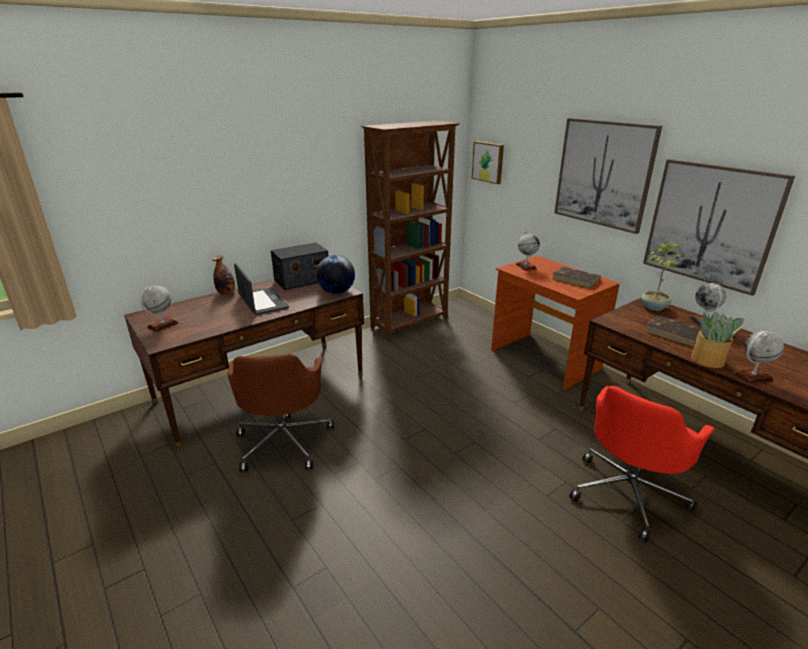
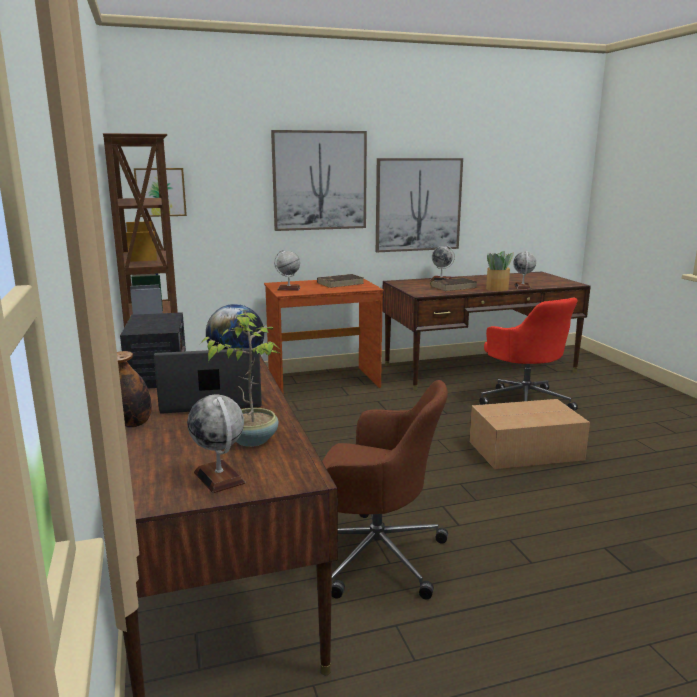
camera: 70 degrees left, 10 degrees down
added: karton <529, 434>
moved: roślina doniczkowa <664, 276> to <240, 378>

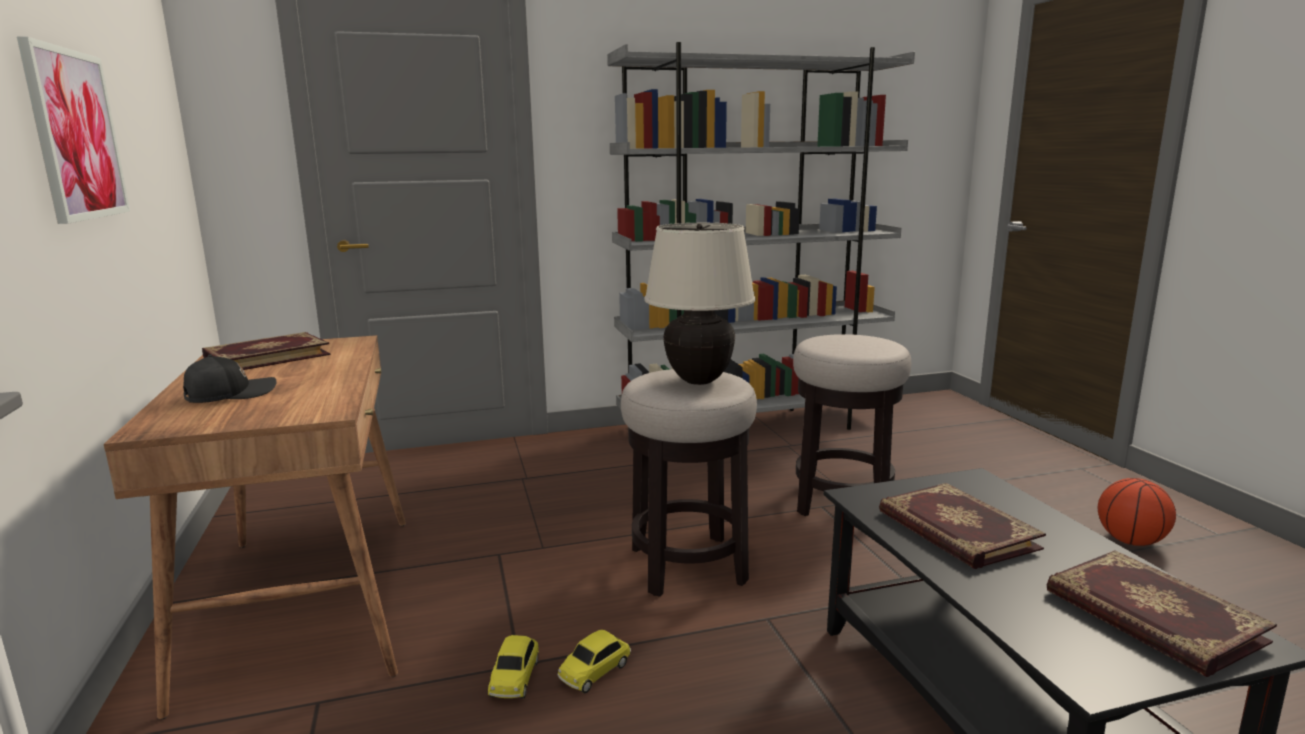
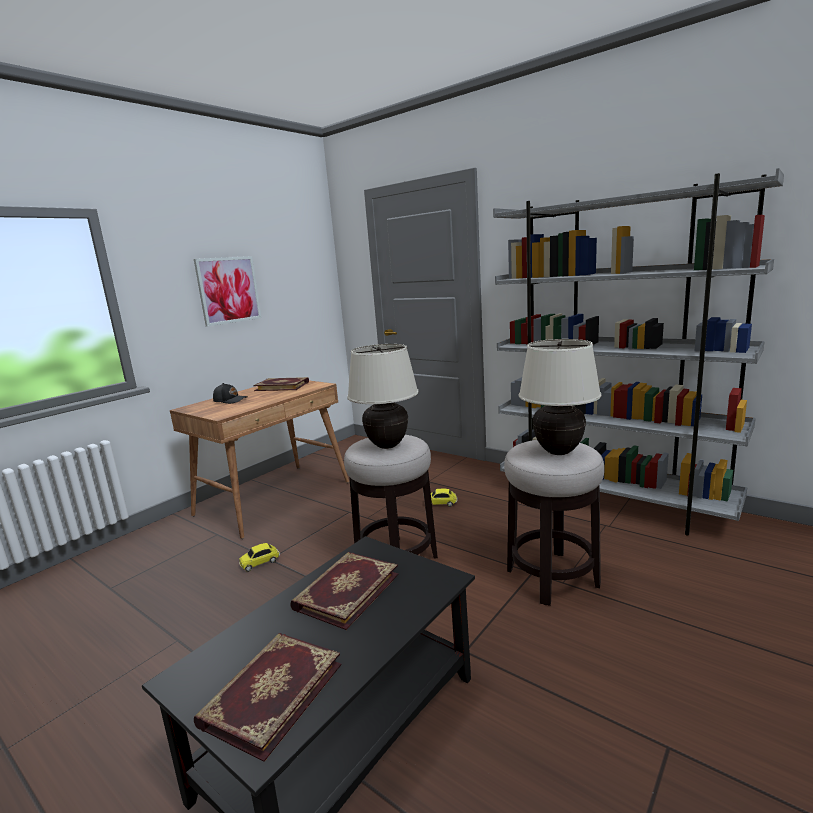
camera: 55 degrees right, 0 degrees up
removed: piłka do koszykówki <1137, 512>
added: lampa stołowa (beżowy) <560, 397>
moved: samochodzik <594, 661> to <441, 497>

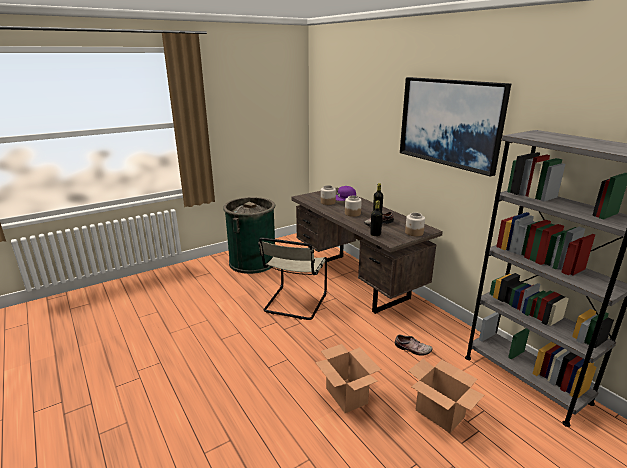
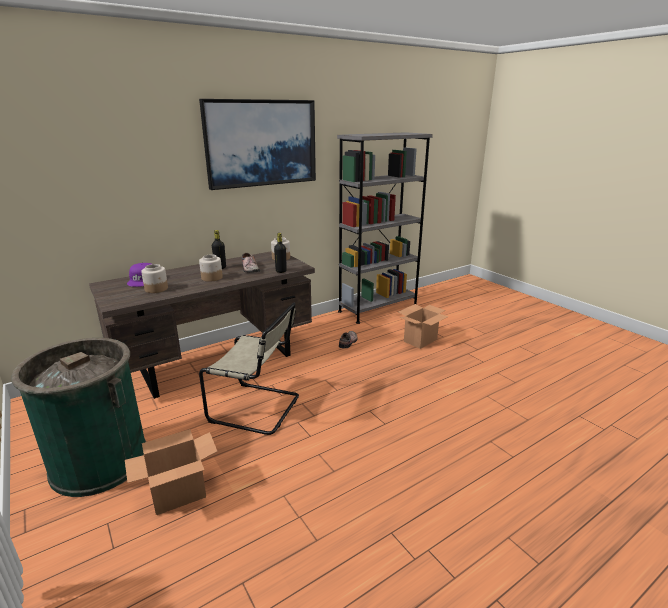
camera: 90 degrees left, 0 degrees up
moved: karton <348, 378> to <171, 472>

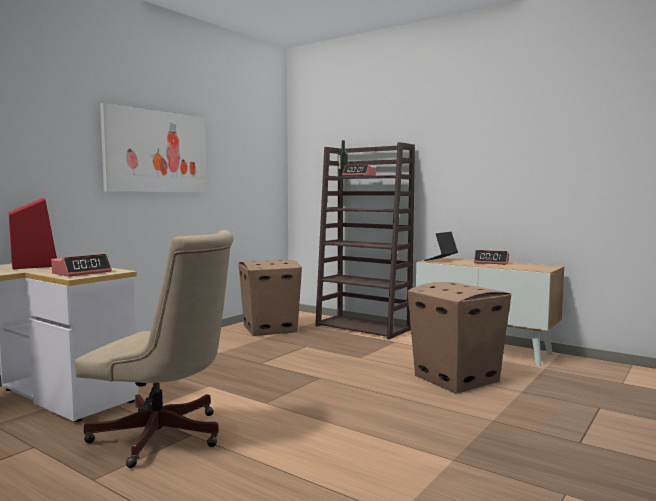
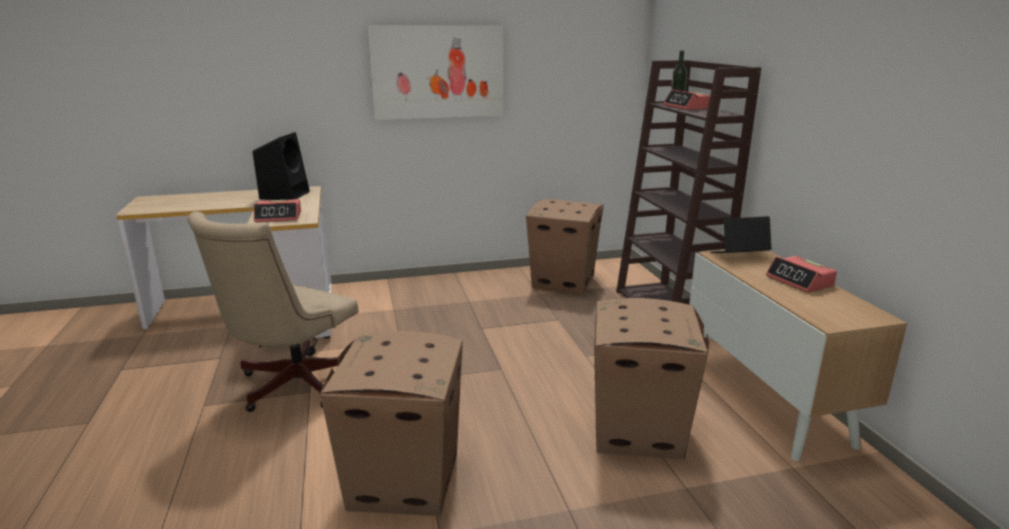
camera: 40 degrees right, 15 degrees up
added: karton <391, 423>
recoloured: głośnik (czerwony) <33, 233> to głośnik (czarny) <281, 166>
turned: krzesło biurowe (beżowy) <154, 349> = <272, 312> 60 degrees clockwise

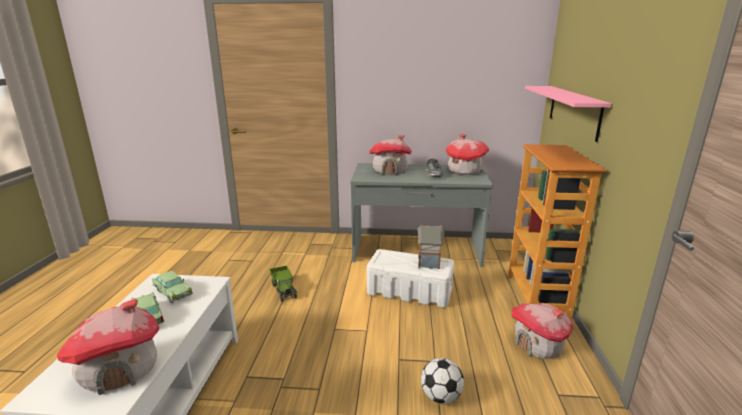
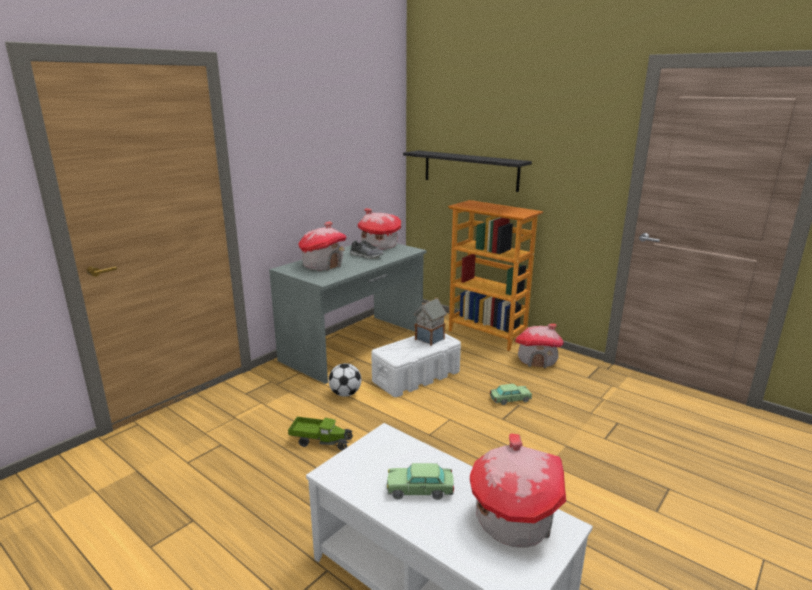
camera: 55 degrees left, 0 degrees up
moved: samochodzik <172, 287> to <511, 394>; piłka futbolowa <442, 381> to <345, 380>
recoloured: półka (różowy) <568, 114> to półka (czarny) <467, 171>

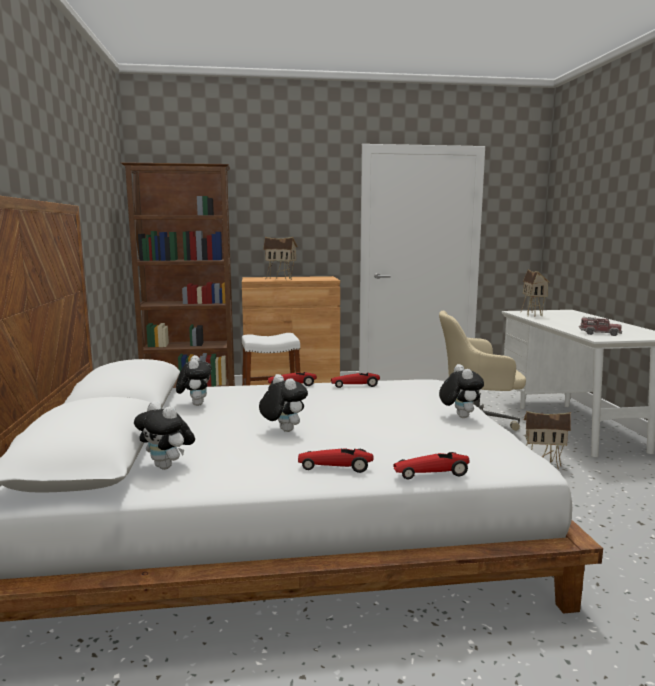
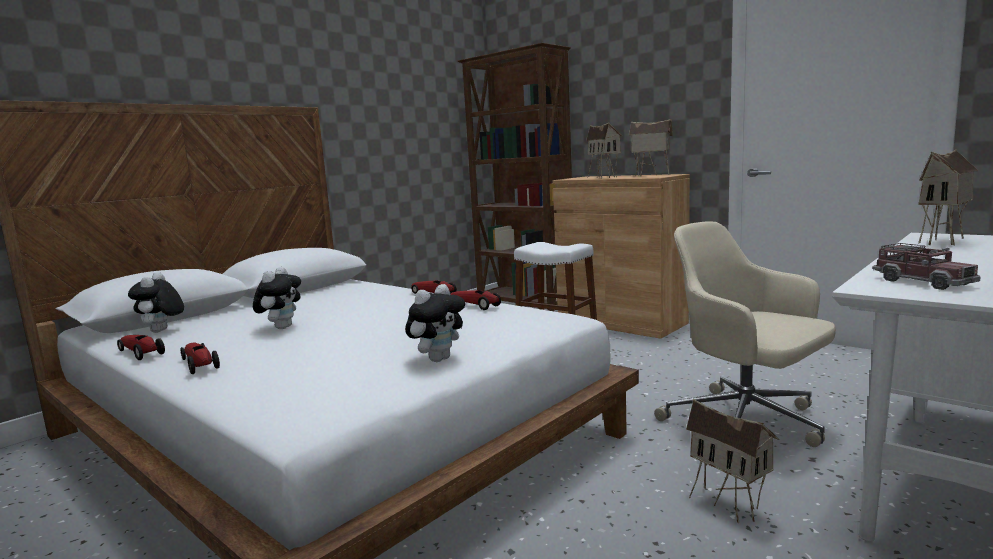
camera: 50 degrees right, 0 degrees up
removed: pluszak <194, 380>
added: domek <651, 147>
moved: samochodzik <431, 465> to <141, 347>

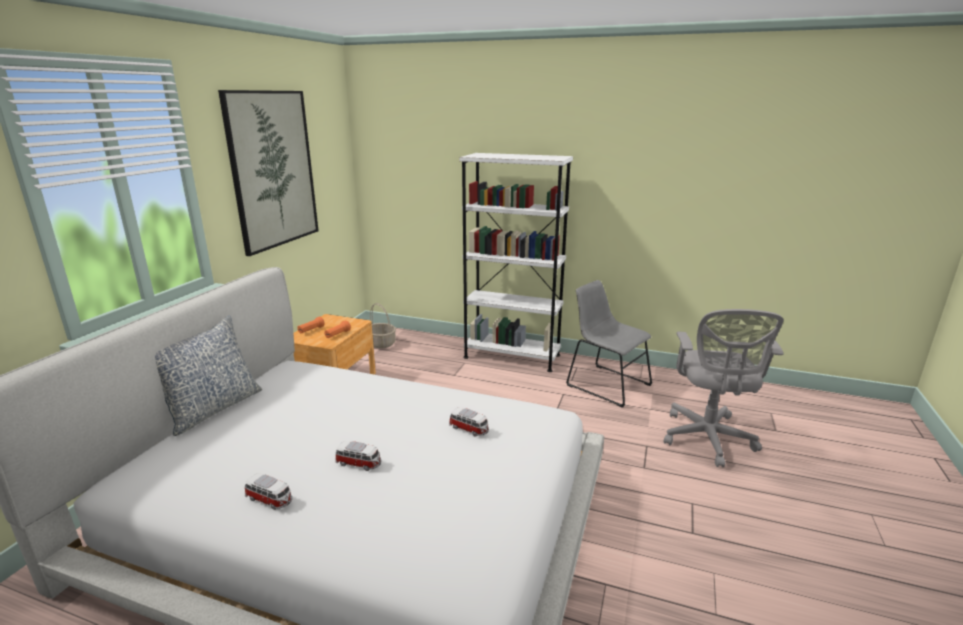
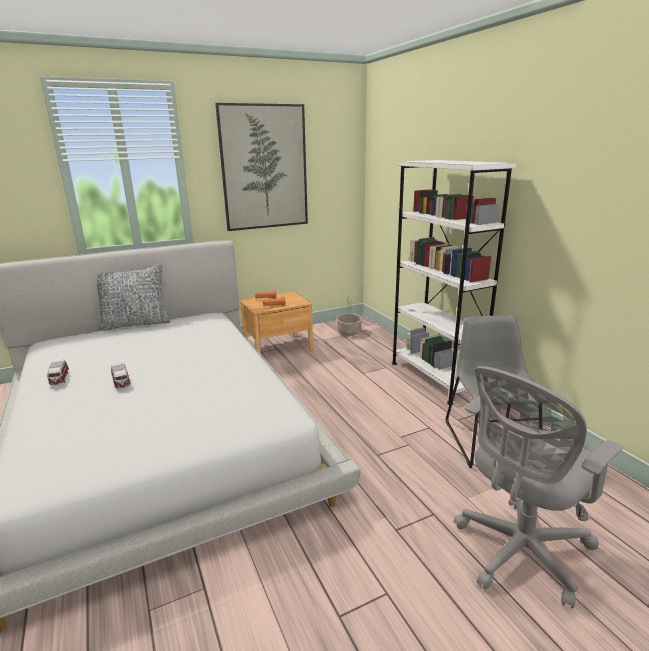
camera: 45 degrees right, 0 degrees up
removed: samochodzik <469, 422>

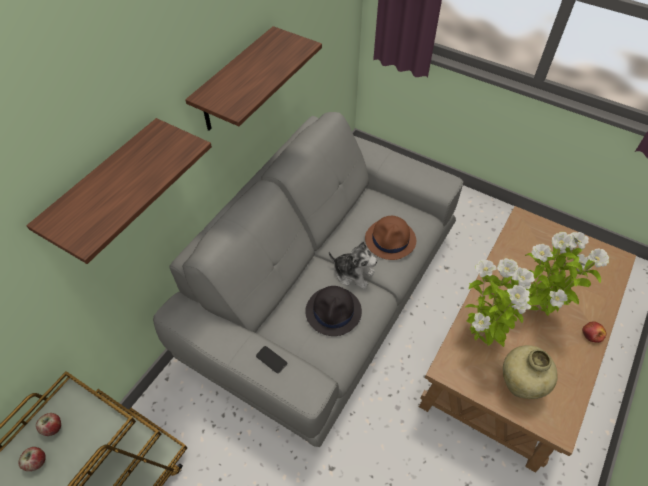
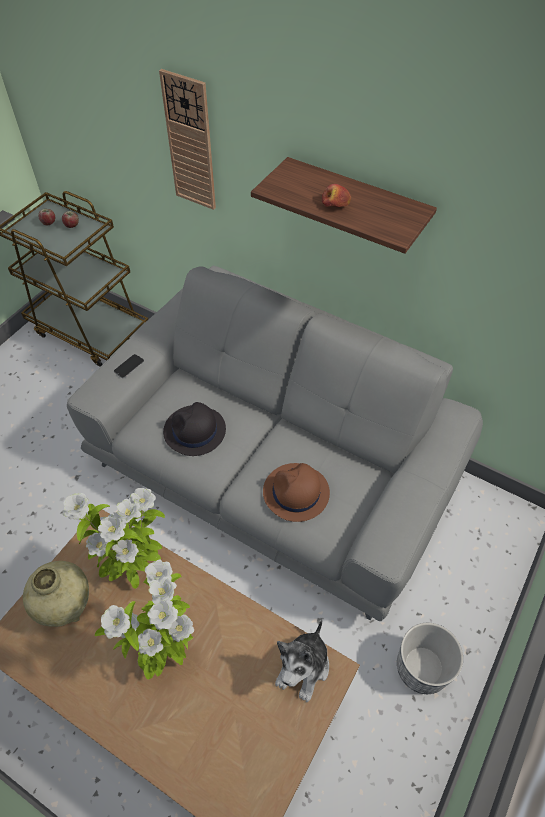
camera: 90 degrees right, 0 degrees up
added: donica <430, 658>
moved: pluszak <353, 265> to <302, 661>; jabłko <594, 332> to <336, 195>
replaced: półka <119, 191> to zegar ścienny <187, 139>

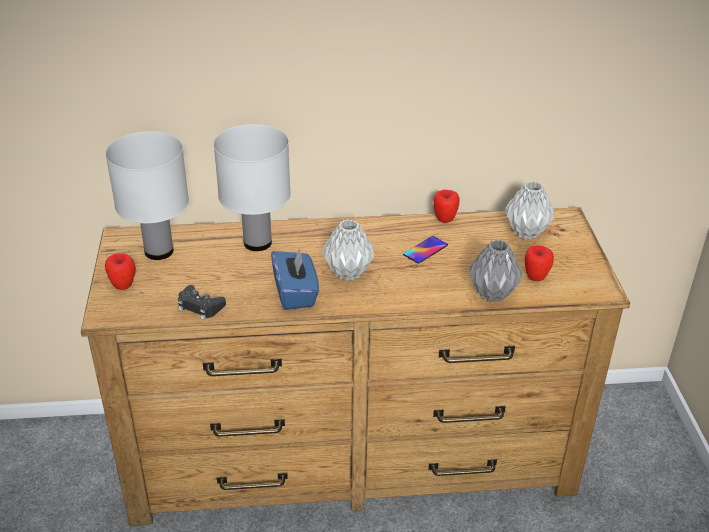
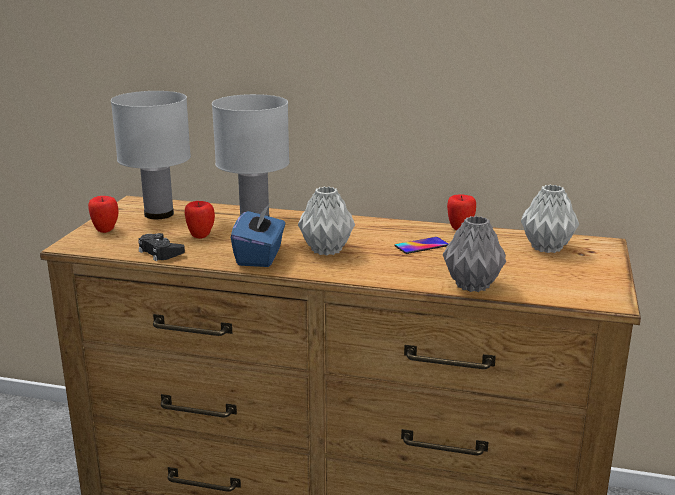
camera: 20 degrees right, 15 degrees down
moved: jabłko <539, 263> to <200, 220>

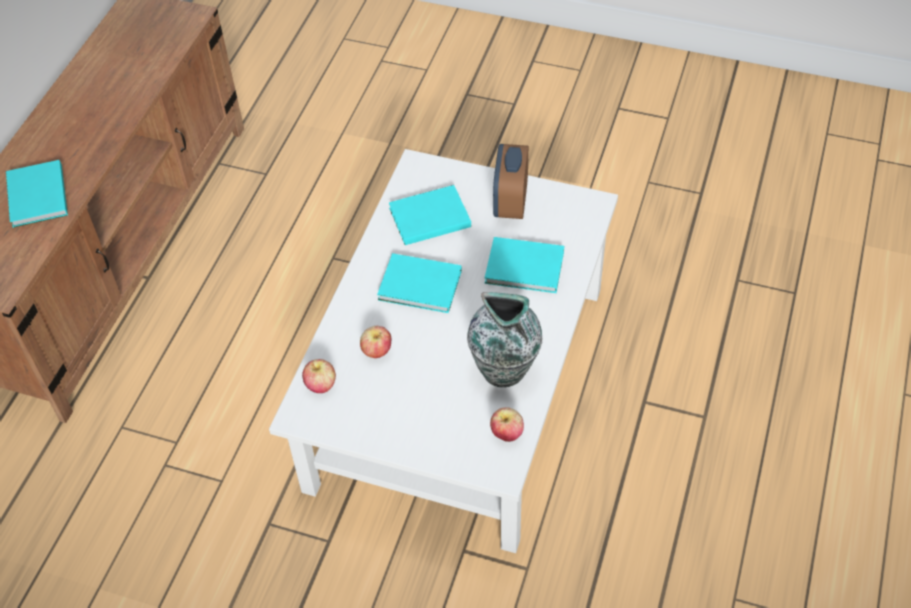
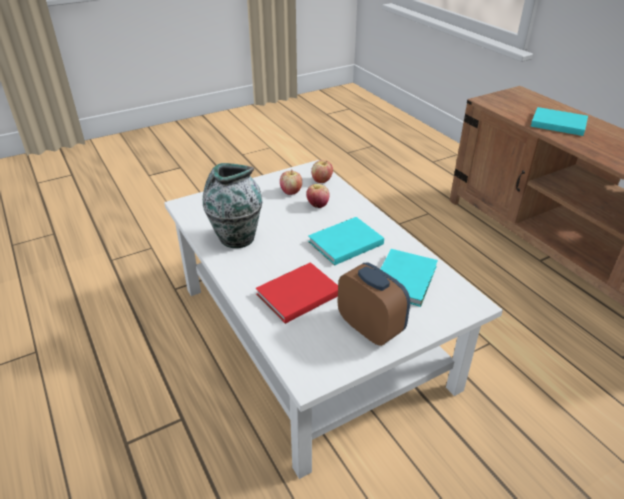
camera: 130 degrees right, 15 degrees down
moved: jabłko <507, 424> to <291, 182>
recoloured: książka (turkusowy) <524, 265> to książka (czerwony) <297, 293>

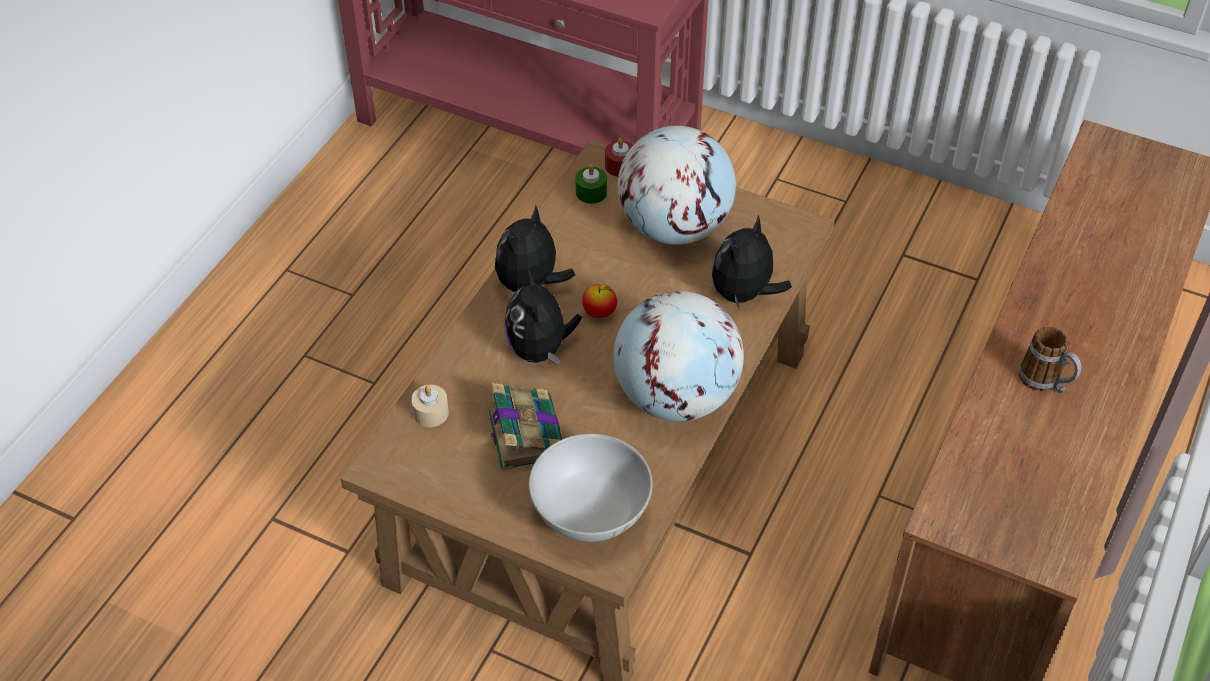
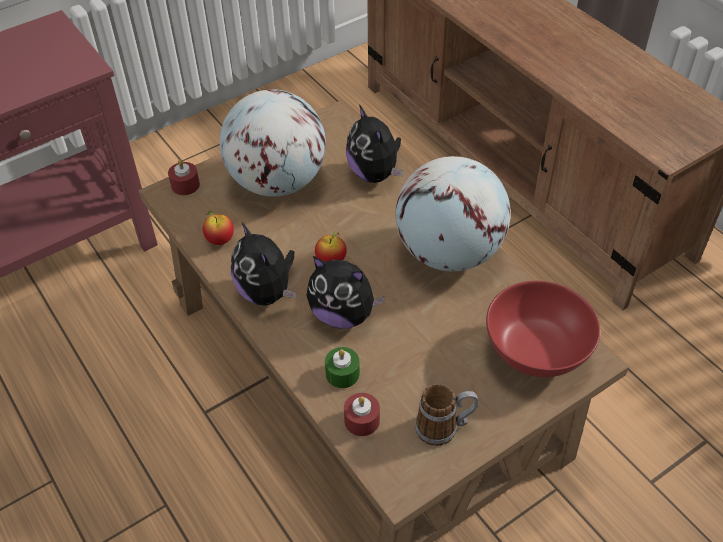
camera: 60 degrees left, 0 degrees up
removed: książka <524, 427>
added: jabłko <218, 228>
moved: świeca (zielony) <591, 184> to <342, 367>; kubek <1050, 359> to <447, 415>
recoloured: świeca (beżowy) <430, 406> to świeca (czerwony) <362, 414>; miska (biały) <591, 488> to miska (czerwony) <543, 329>

